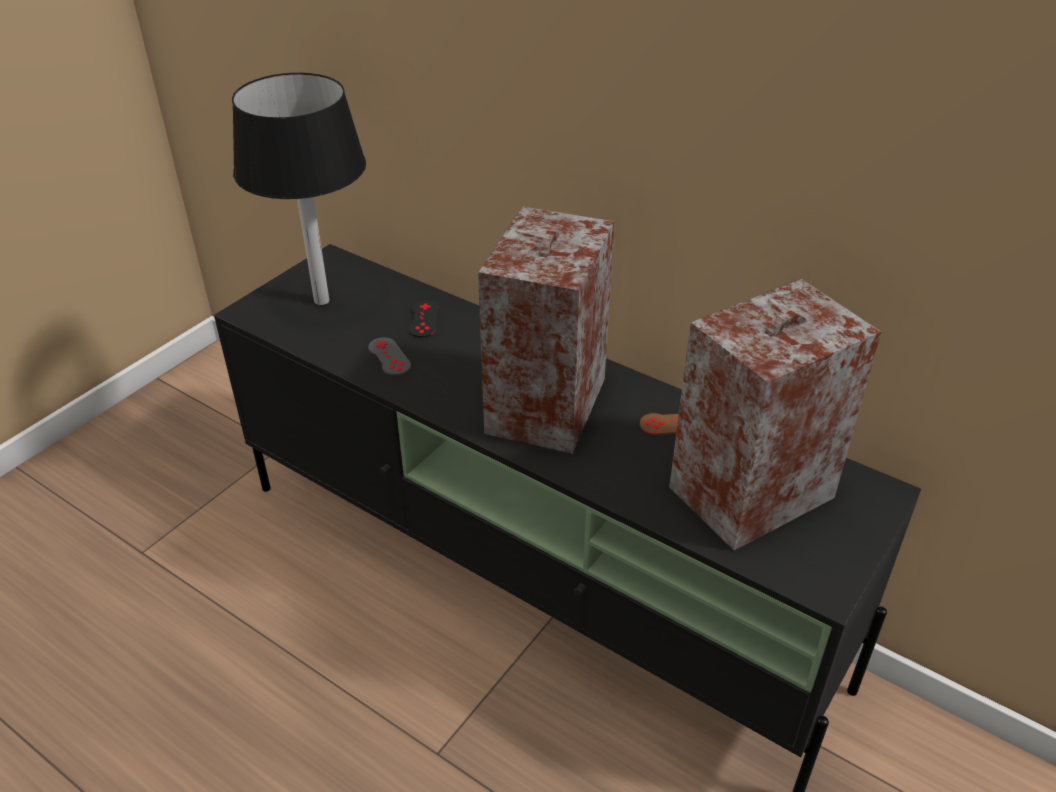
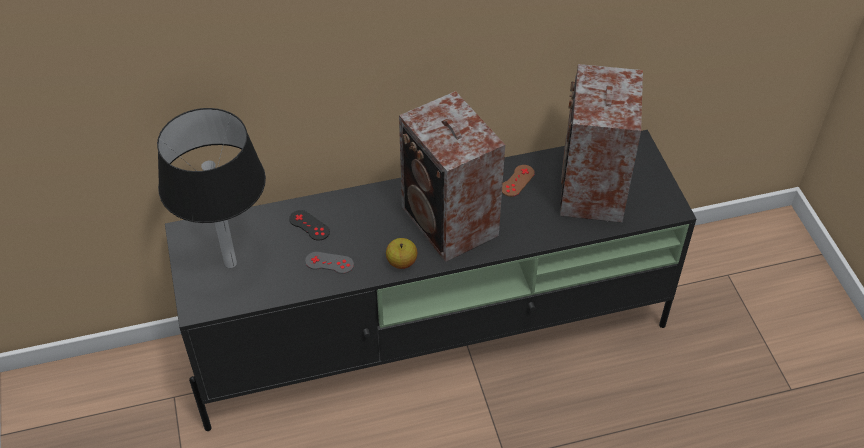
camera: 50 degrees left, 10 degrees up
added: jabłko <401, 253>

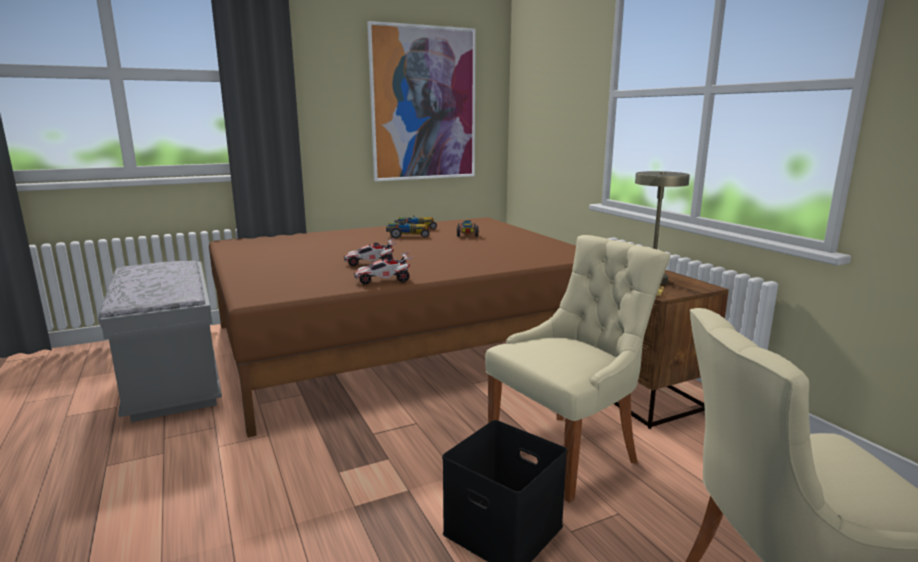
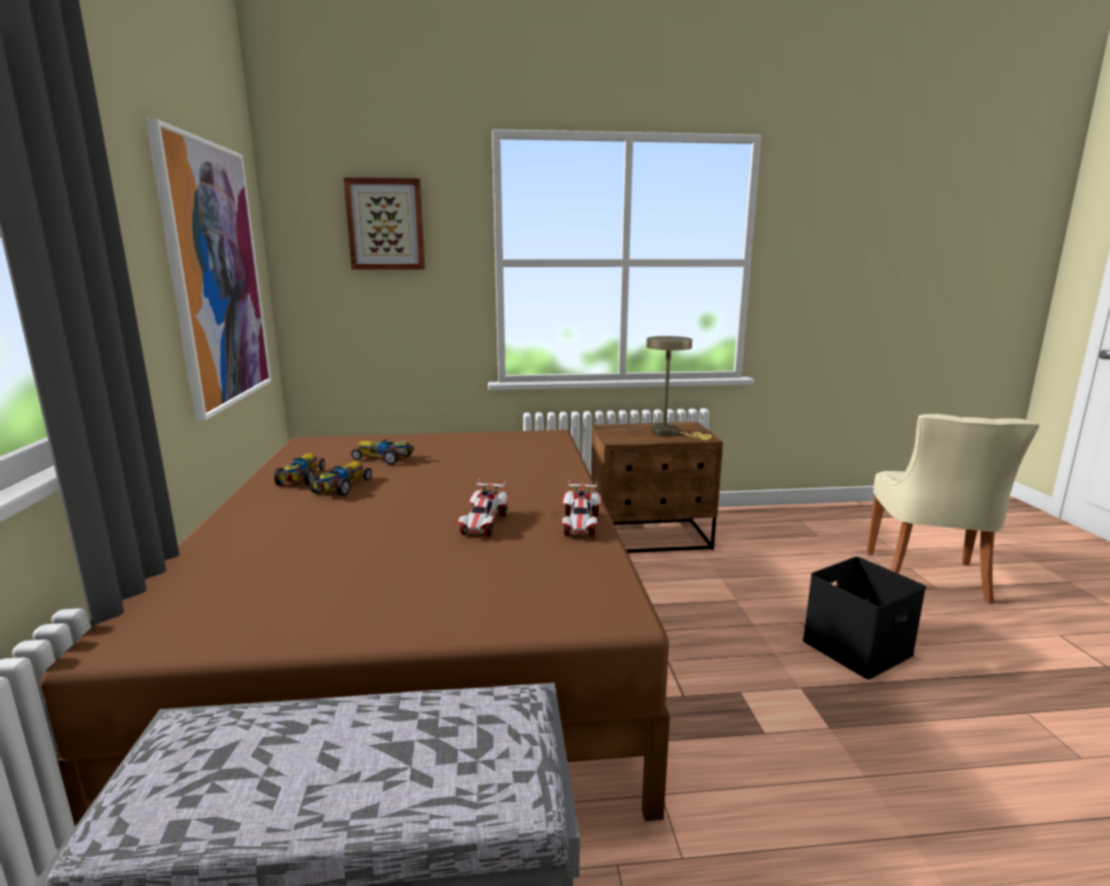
camera: 70 degrees left, 0 degrees up
removed: krzesło (beżowy) <577, 369>
added: obraz <384, 223>

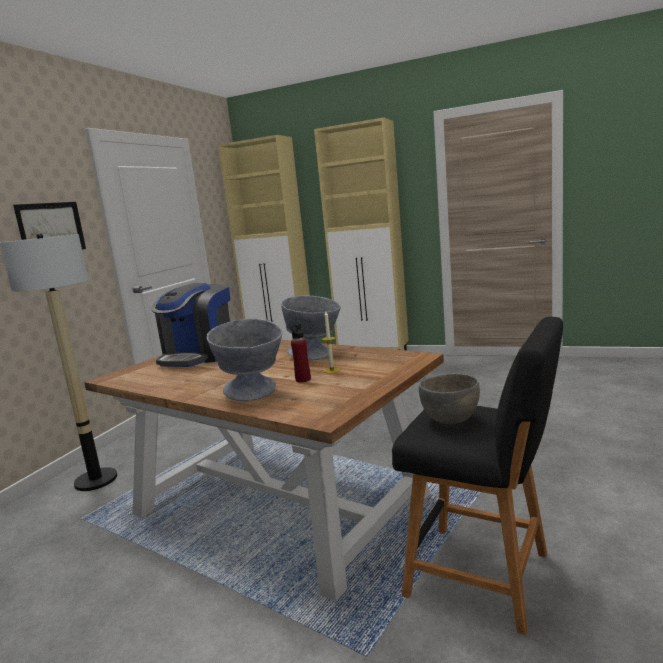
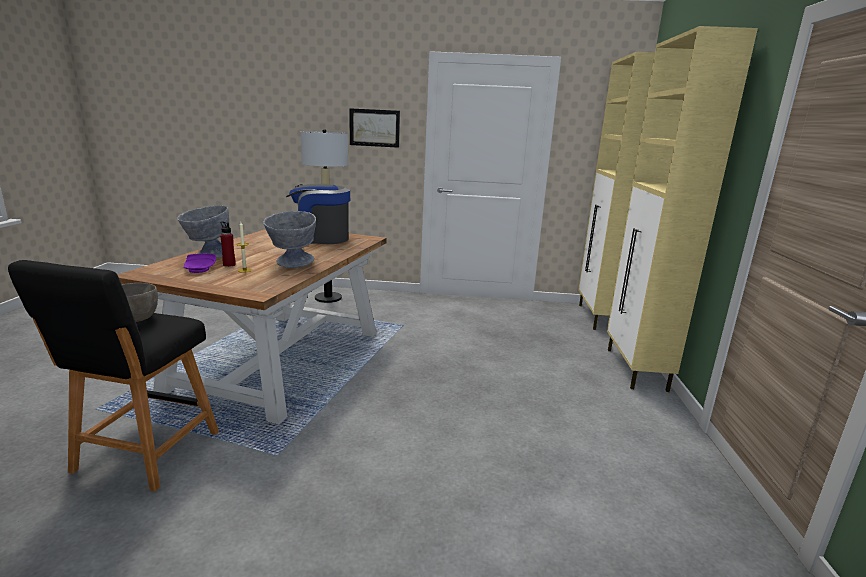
camera: 70 degrees right, 5 degrees up
added: talerz (fioletowy) <199, 263>

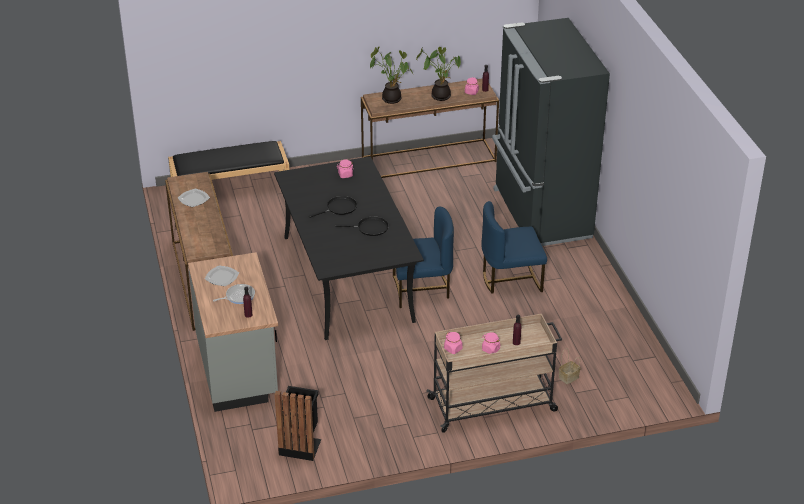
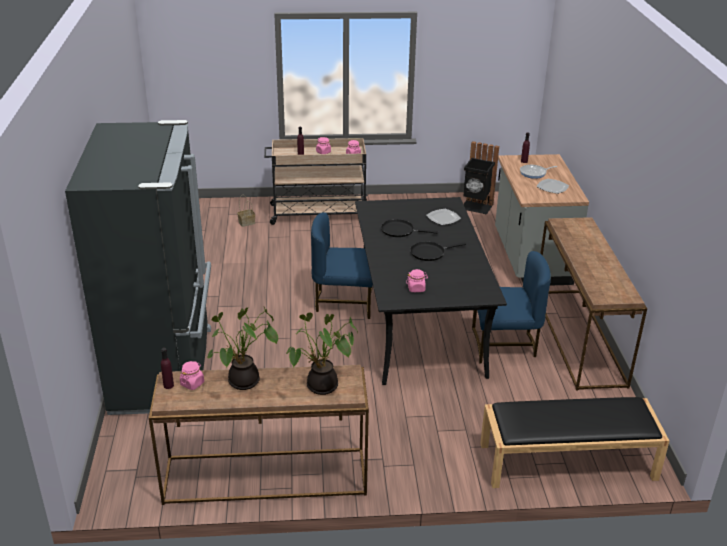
camera: 170 degrees left, 5 degrees down
moved: talerz <194, 197> to <444, 217>; krzesło (niebieski) <514, 247> to <511, 307>

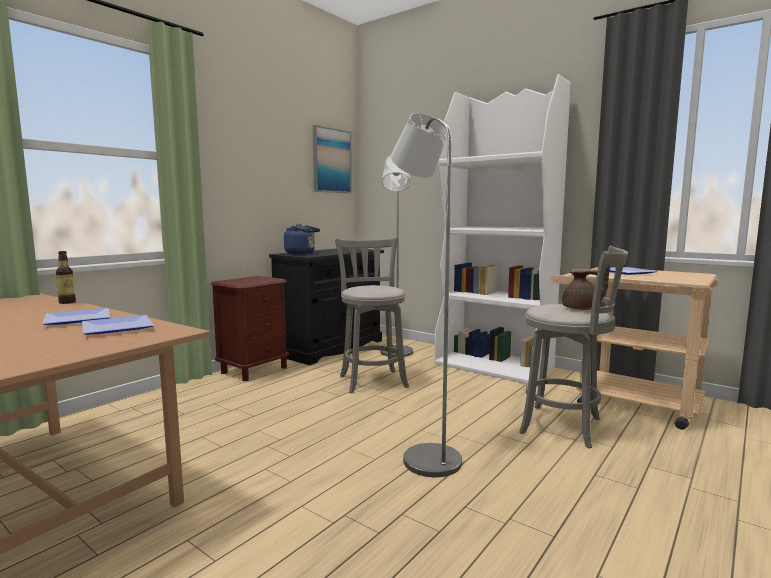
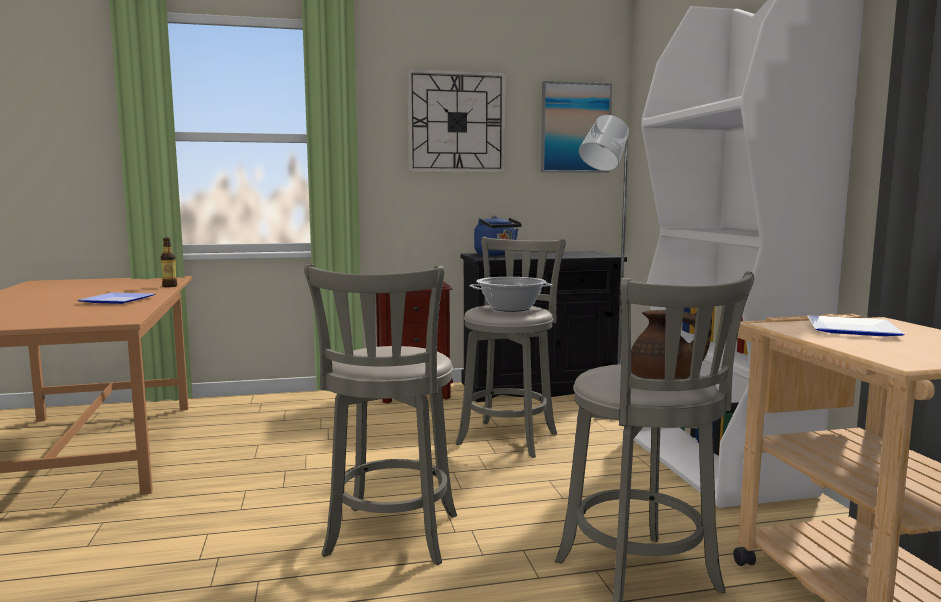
camera: 40 degrees right, 0 degrees up
removed: talerz <118, 324>
added: zegar ścienny <456, 121>; garnek <511, 294>
replaced: lampa stojąca (szary) <426, 295> to stołek (szary) <380, 414>

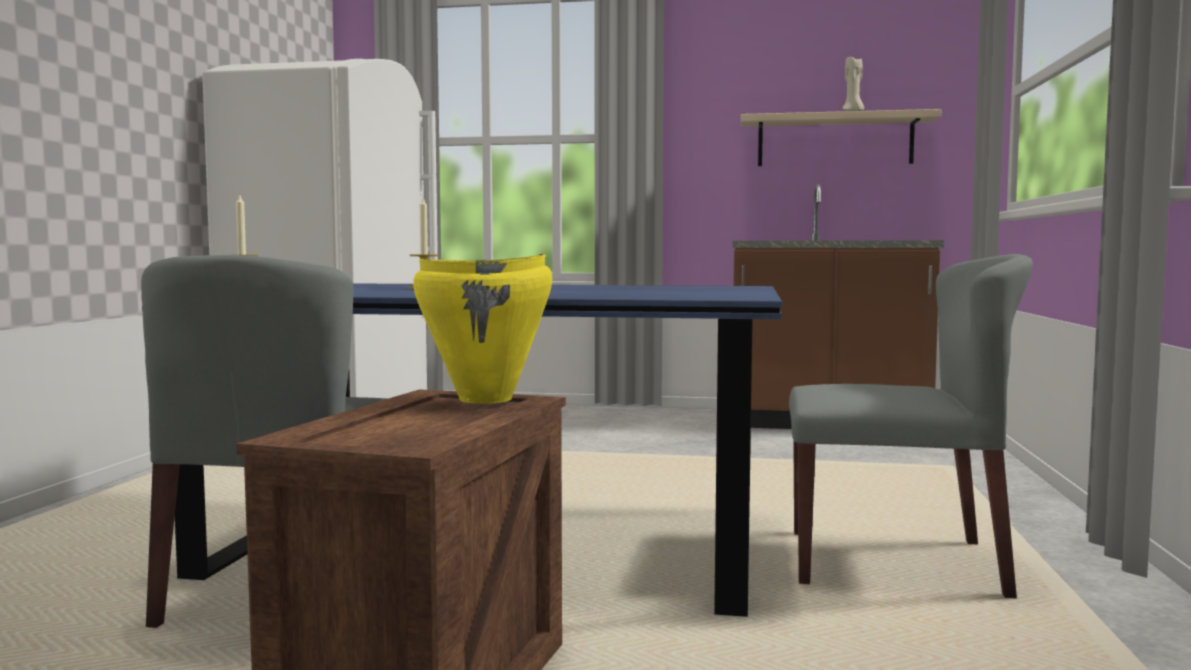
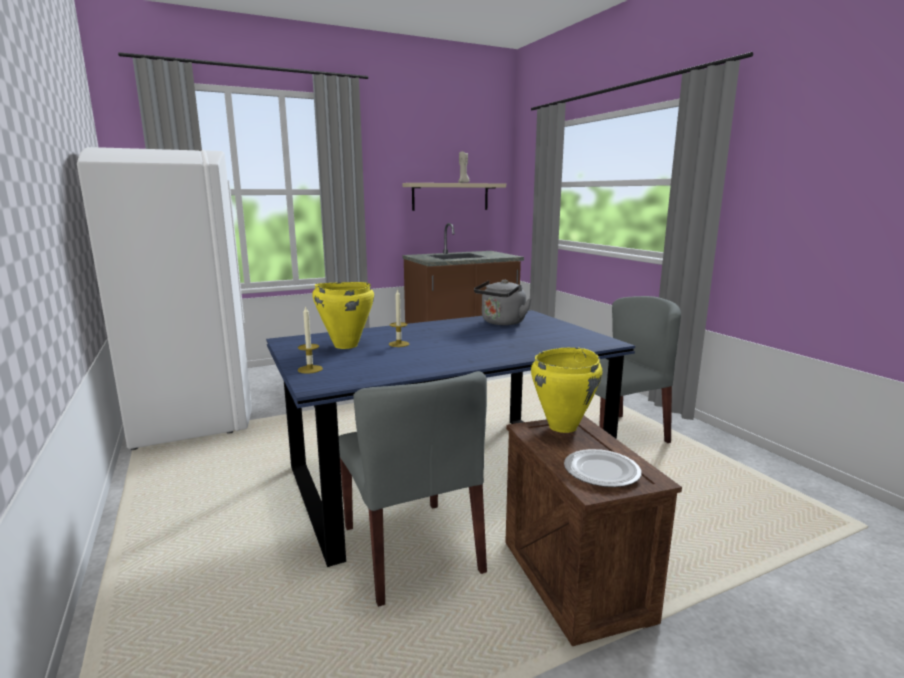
camera: 35 degrees left, 10 degrees up
added: garnek (żółty) <343, 315>; czajnik (szary) <503, 302>; talerz <603, 468>

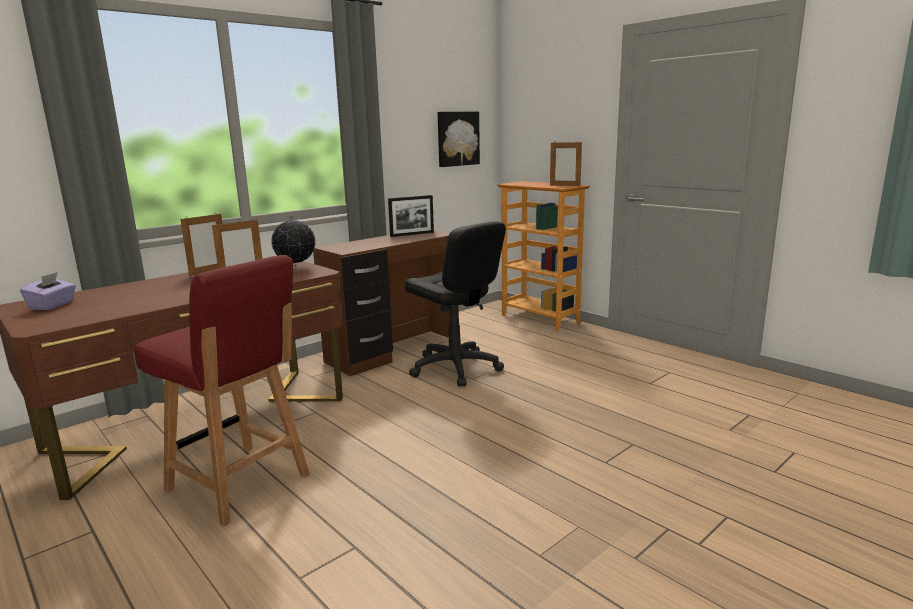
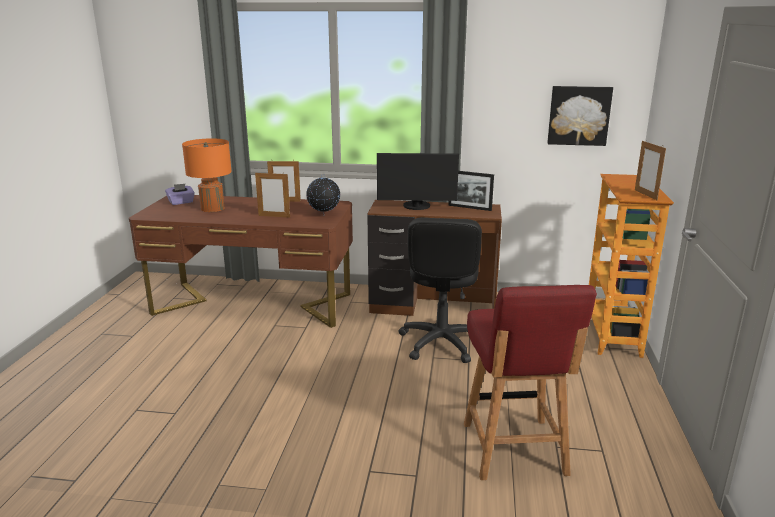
camera: 50 degrees right, 5 degrees up
added: lampa stołowa (pomarańczowy) <207, 175>; monitor <418, 181>
moved: krzesło (czerwony) <222, 390> to <530, 382>

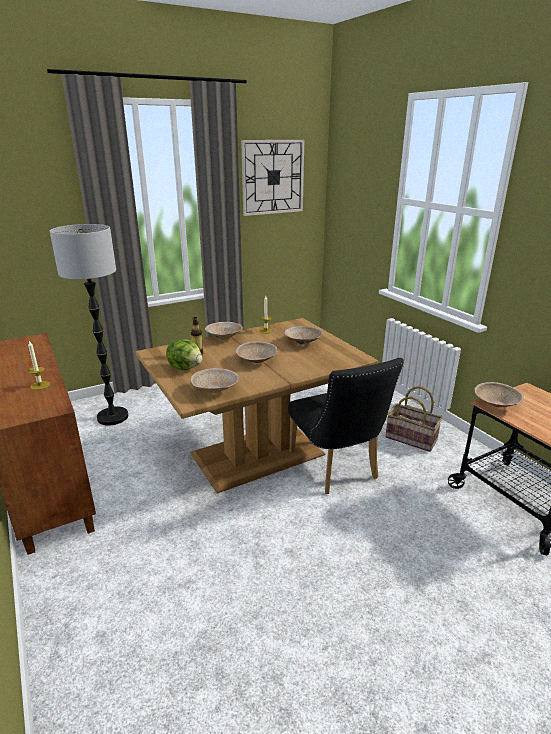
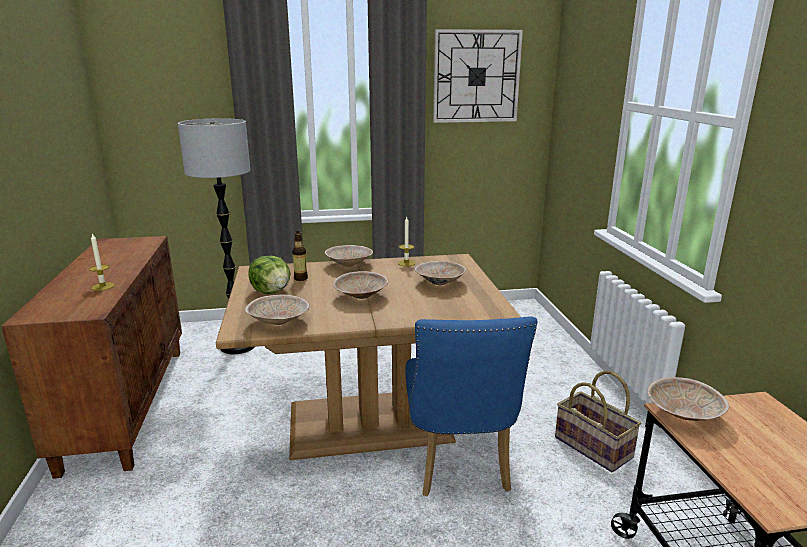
camera: 20 degrees right, 5 degrees down
recoloured: krzesło (czarny) <346, 426> to krzesło (niebieski) <471, 406>

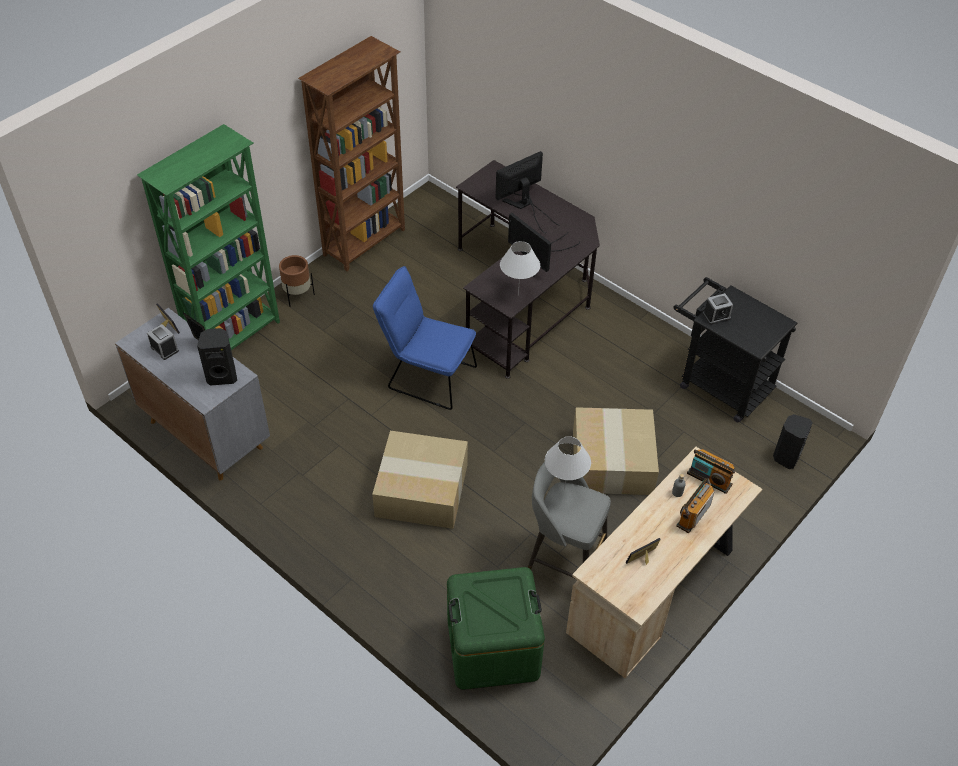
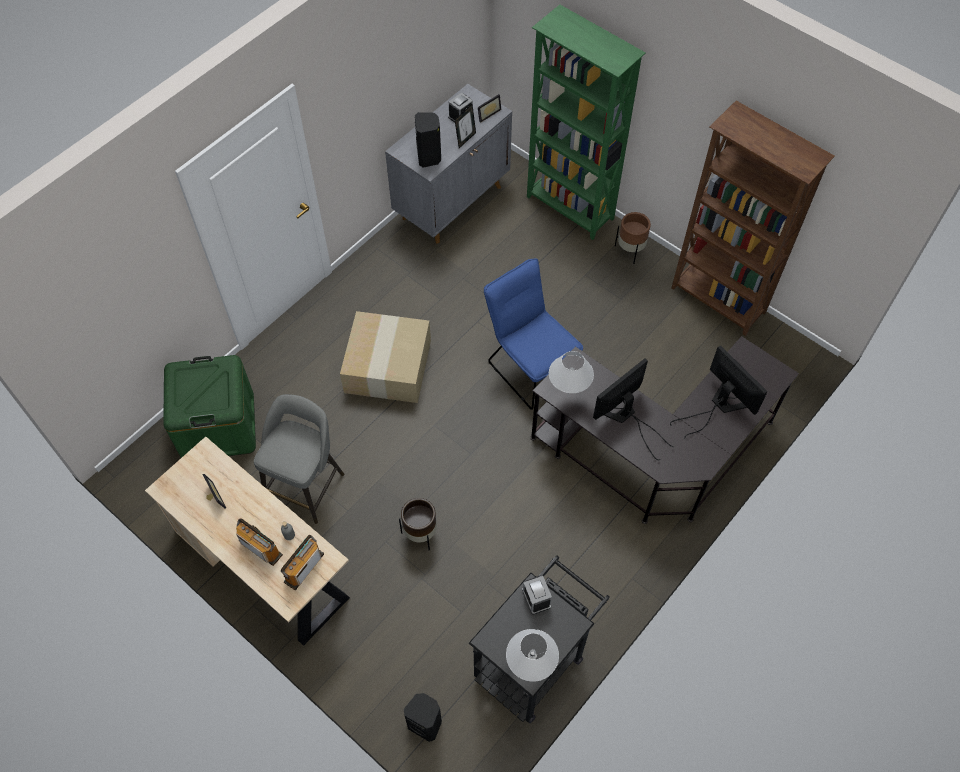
camera: 90 degrees right, 10 degrees up
moved: lampa stołowa (biały) <568, 463> to <532, 655>
replaced: karton <616, 451> to donica (brązowy) <418, 524>
turned: krzesło (niebieski) <425, 338> = <533, 334> 60 degrees counterclockwise

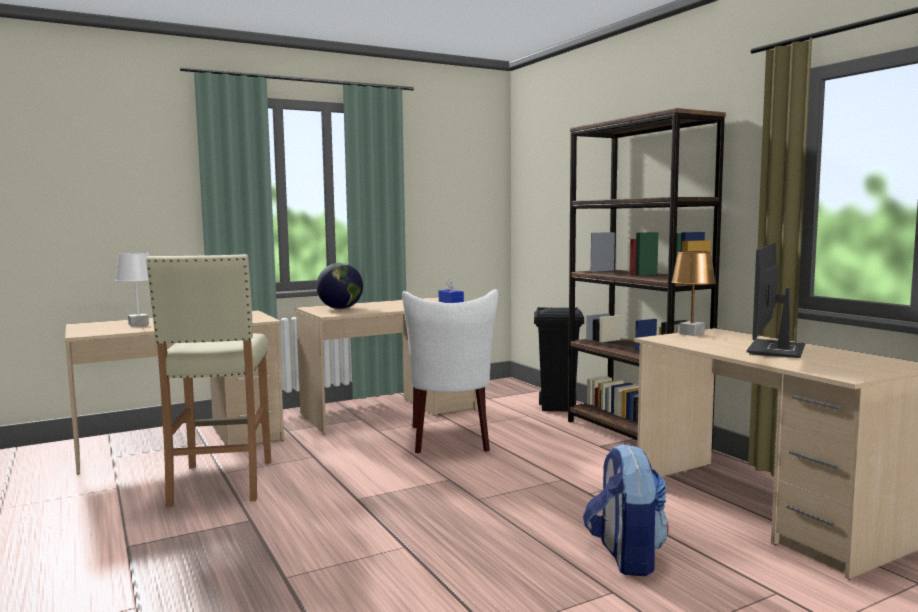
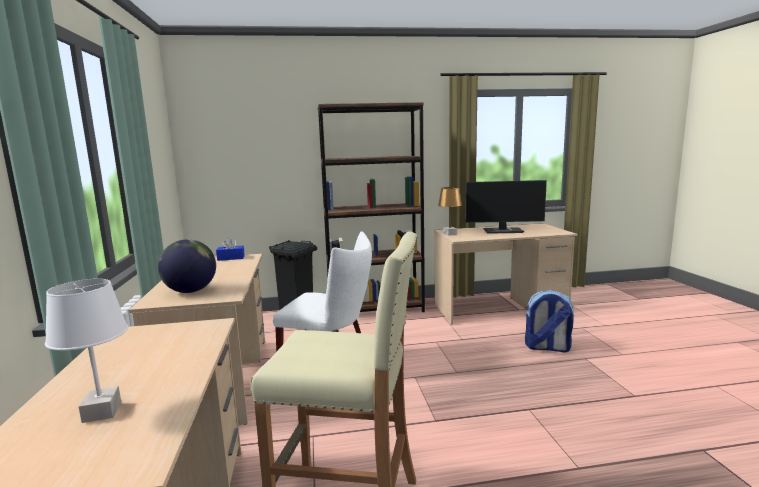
camera: 70 degrees left, 5 degrees up
turned: monitor <776, 300> = <506, 207> 45 degrees counterclockwise

